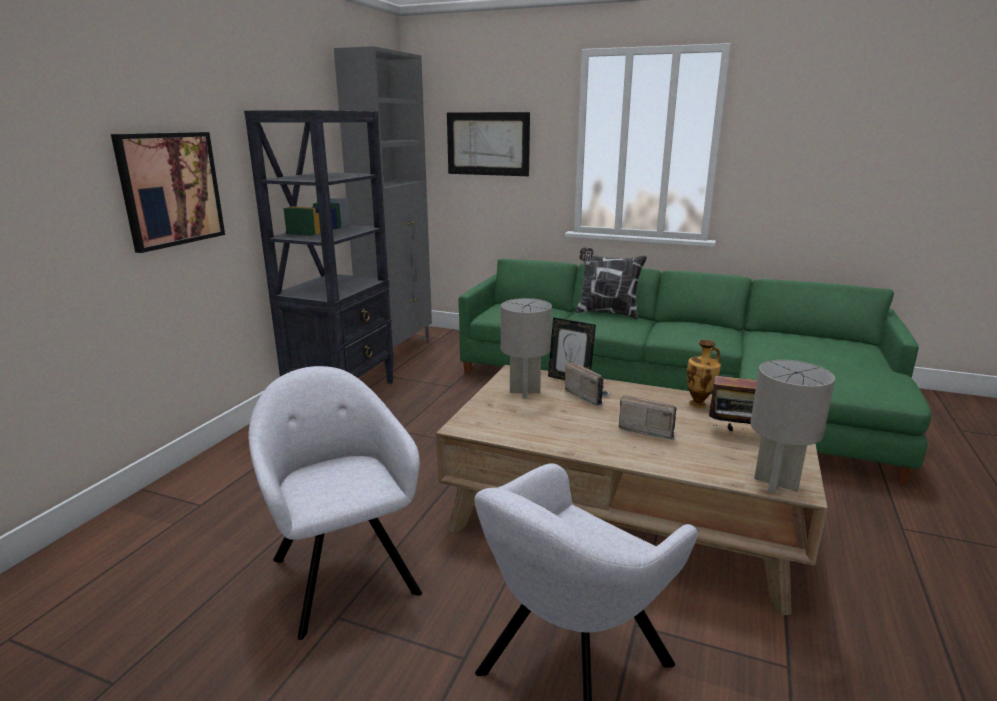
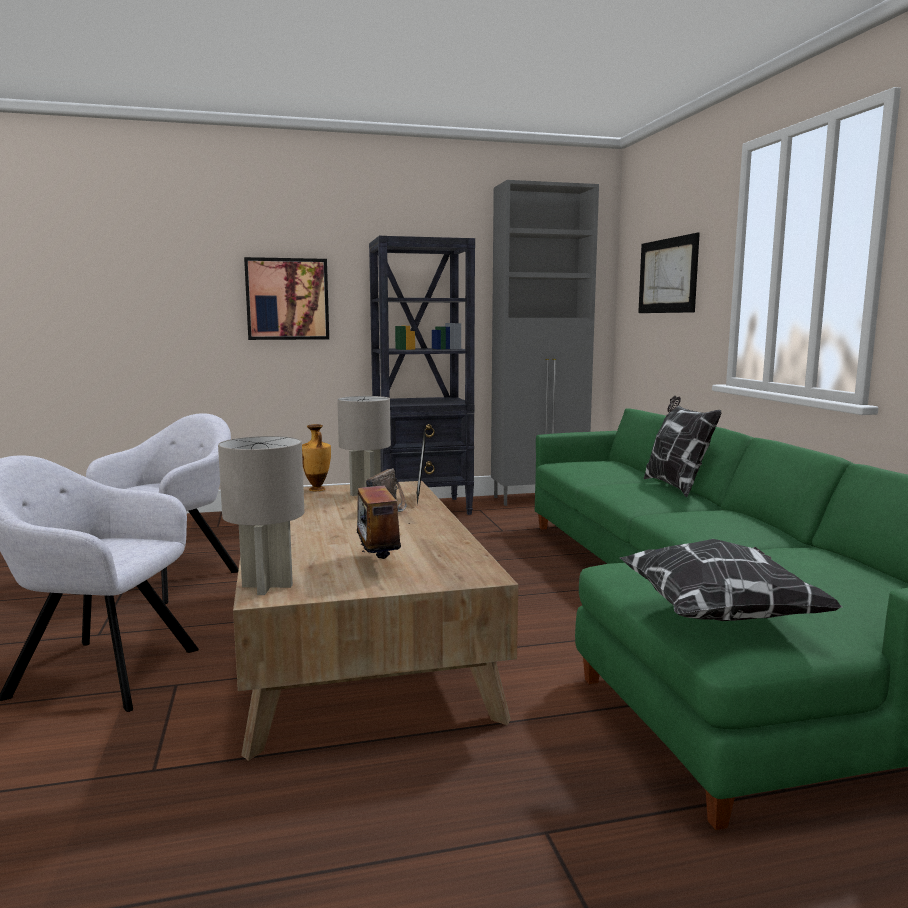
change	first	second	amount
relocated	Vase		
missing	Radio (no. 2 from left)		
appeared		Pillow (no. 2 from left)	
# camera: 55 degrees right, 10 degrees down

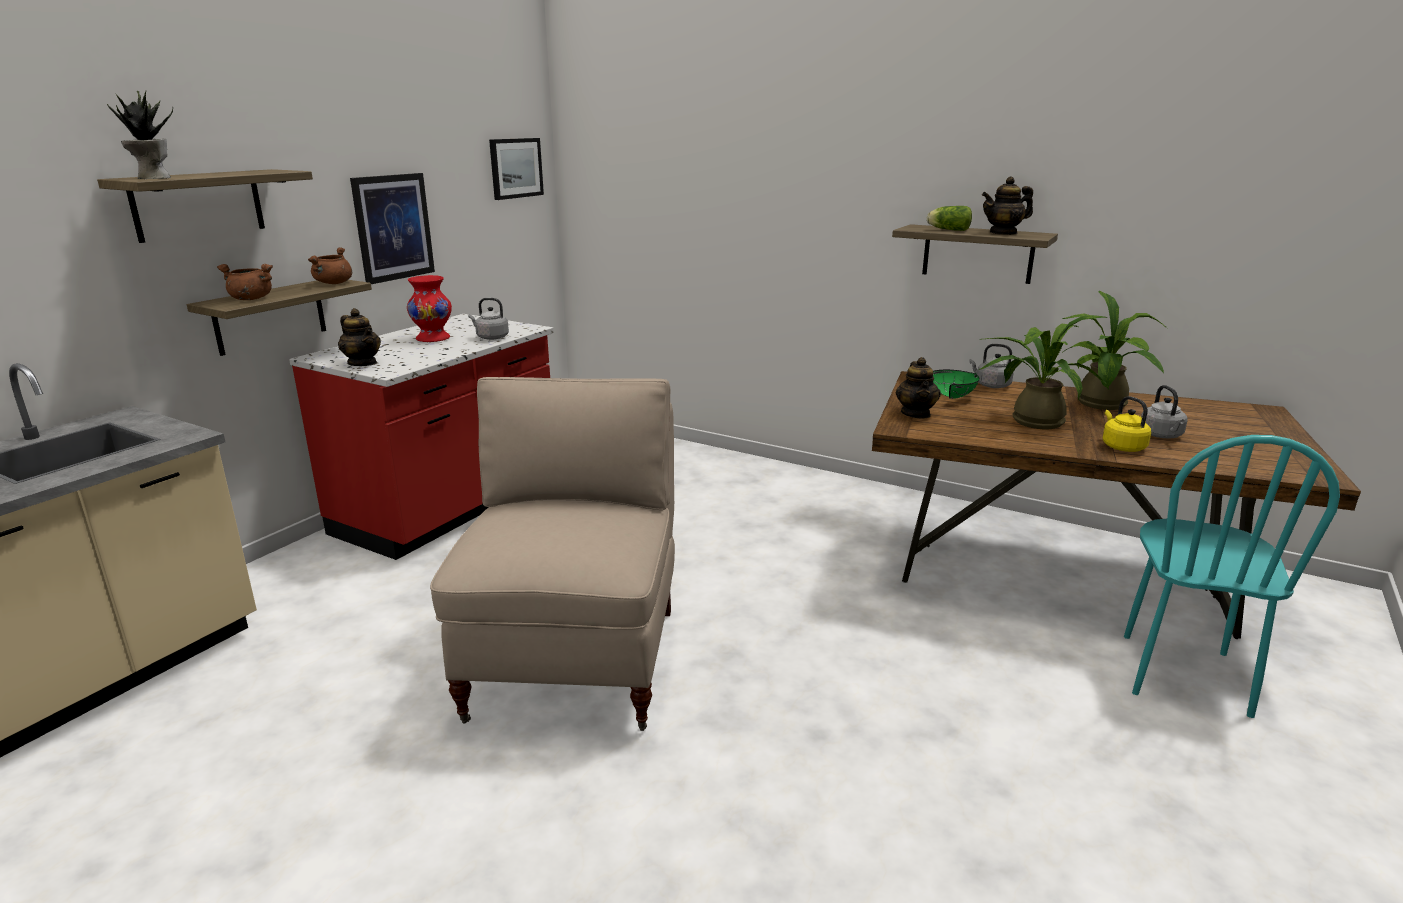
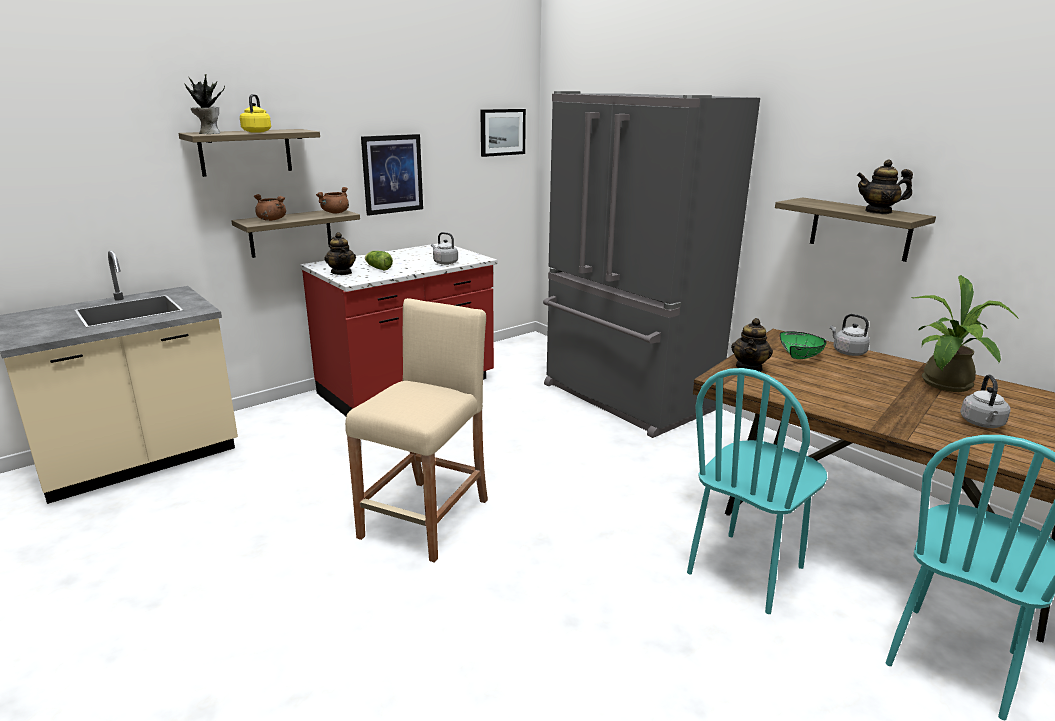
change	first	second	amount
relocated	Lettuce		
missing	RedVase		
missing	PottedPlant (no. 2 from left)		
exchanged	BeigeChair	BeigeStool	
relocated	YellowKettle		
appeared		GreyFridge	
appeared		TurquoiseChair (no. 1 from left)	
# camera: 20 degrees right, 0 degrees up

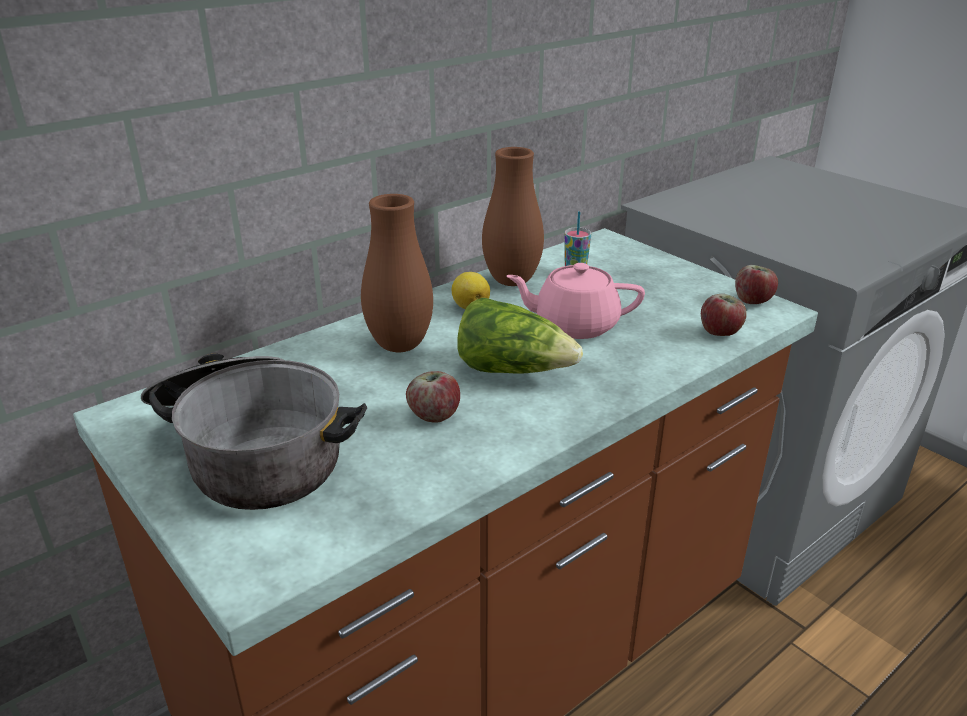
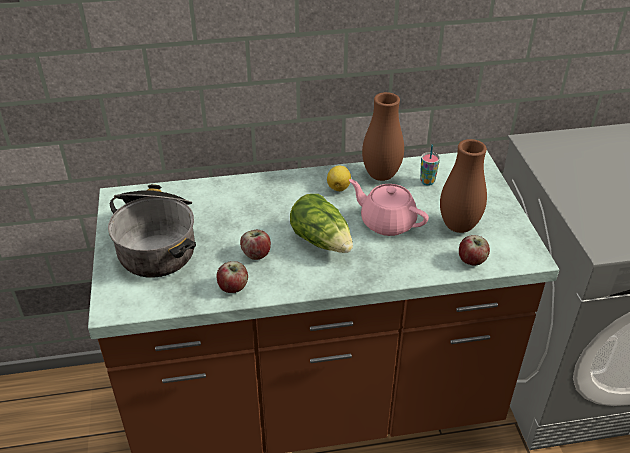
change	first	second	amount
relocated	BrownVase (no. 1 from left in the first image)	BrownVase (no. 2 from left)	
relocated	Apple (no. 3 from left in the first image)	Apple (no. 1 from left)	
# camera: 30 degrees right, 10 degrees up

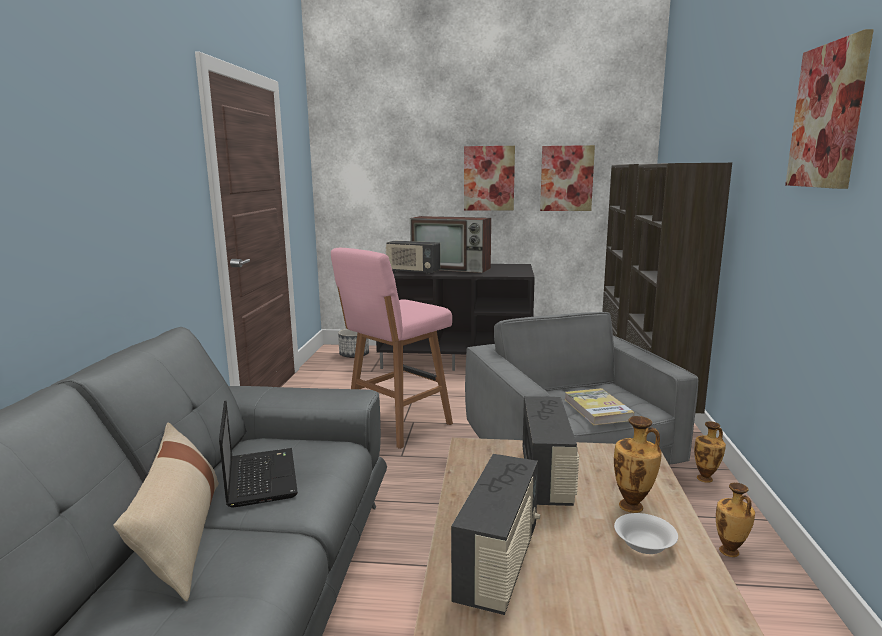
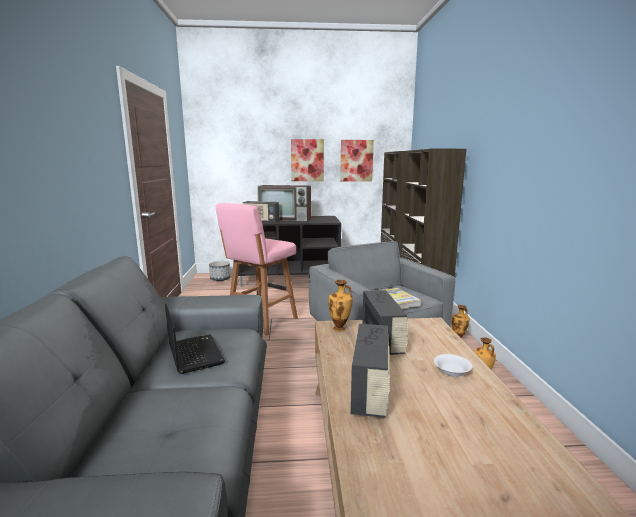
change	first	second	amount
missing	Picture (no. 3 from left)		
relocated	Vase (no. 1 from left)		
missing	BeigePillow		
# camera: 10 degrees left, 0 degrees up

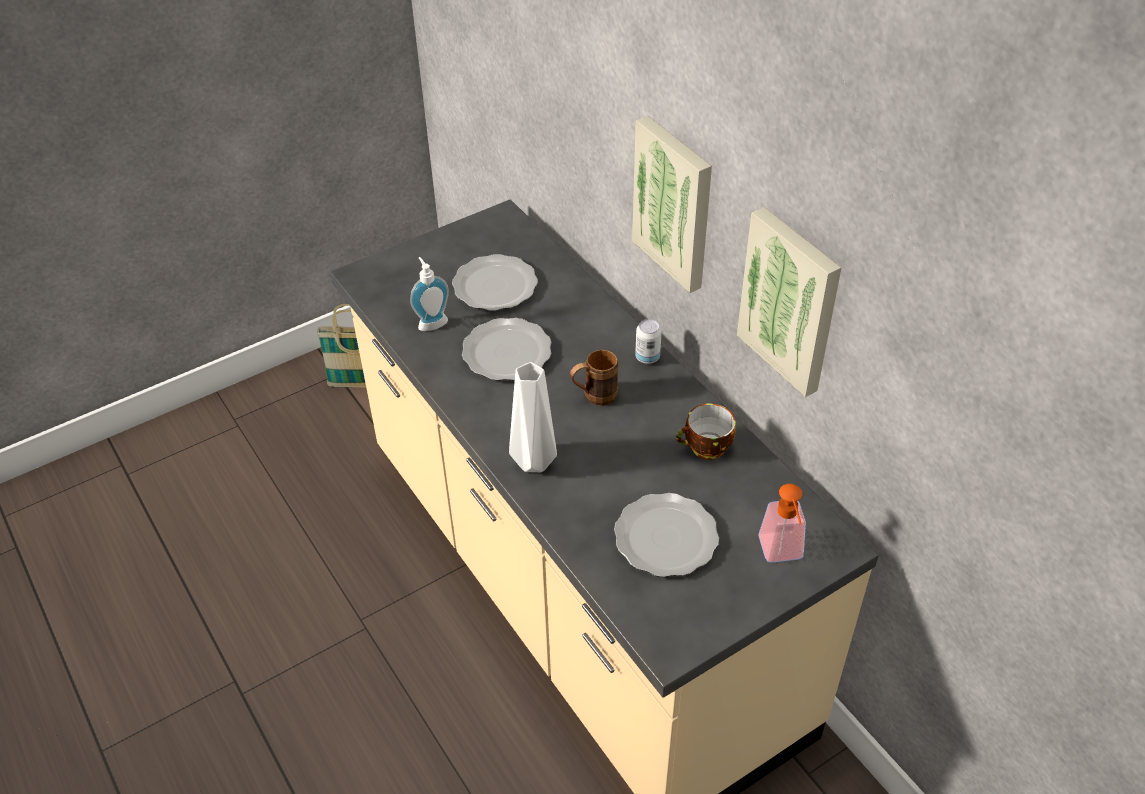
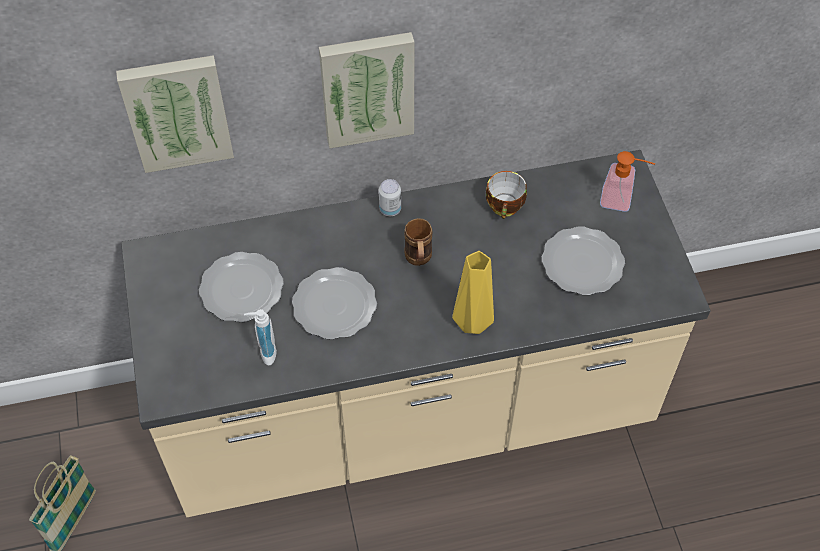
change	first	second	amount
relocated	Picture (no. 2 from left in the first image)	Picture (no. 1 from left)	
colour	WhiteVase	YellowVase	
# camera: 70 degrees left, 10 degrees up

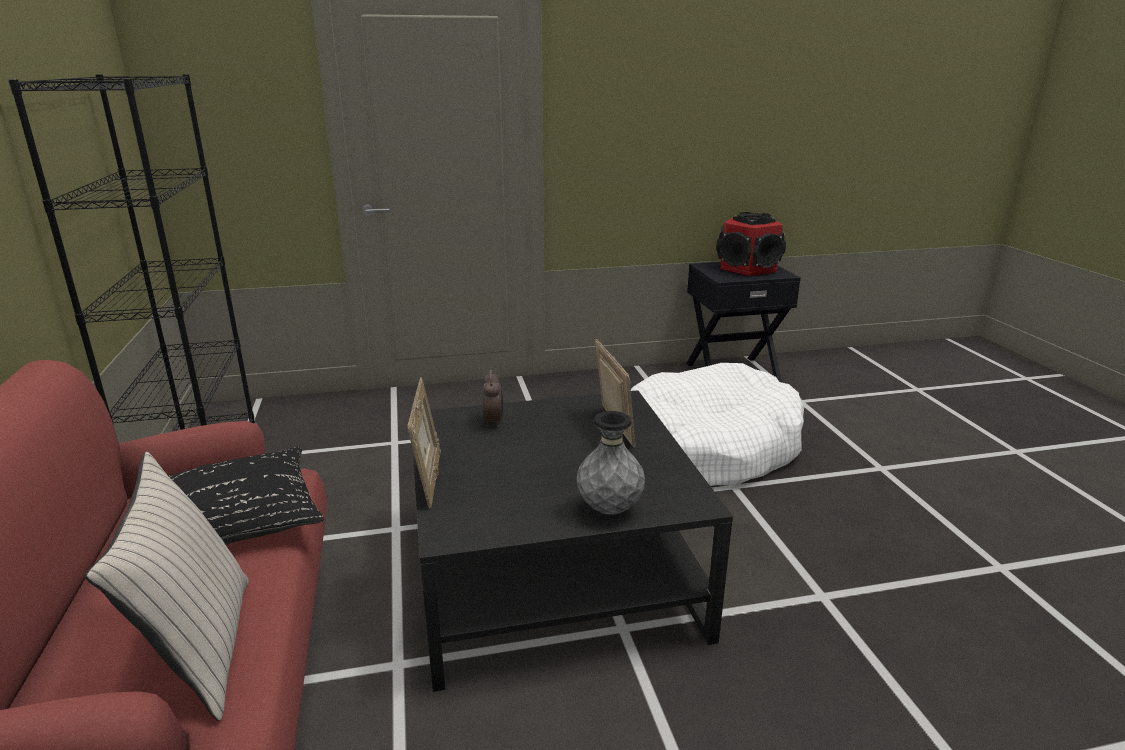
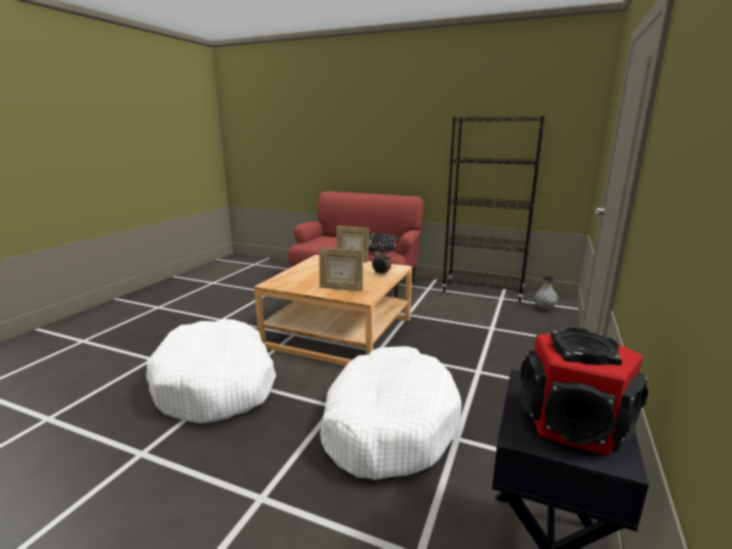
change	first	second	amount
colour	BlackCoffeeTable	BeigeCoffeeTable	
relocated	GreyVase		
missing	BeigePillow		
appeared		WhiteDogBed (no. 1 from left)	
# camera: 125 degrees right, 5 degrees down

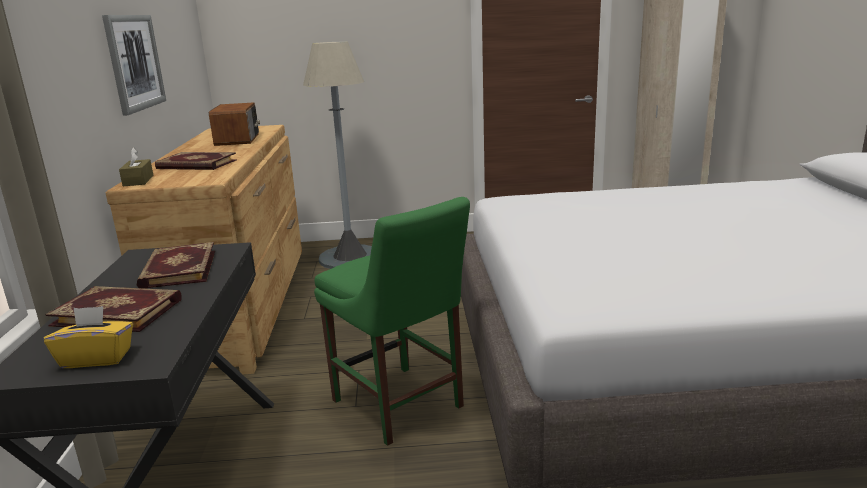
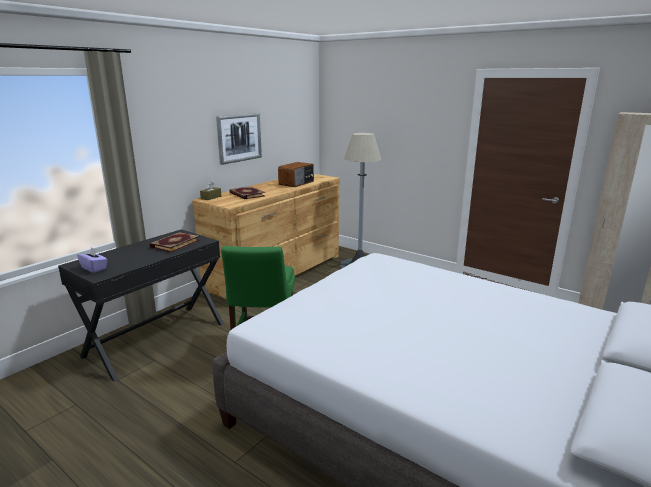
change	first	second	amount
missing	Book (no. 1 from left)		
colour	YellowTissueBox	PurpleTissueBox	
# camera: 40 degrees right, 0 degrees up

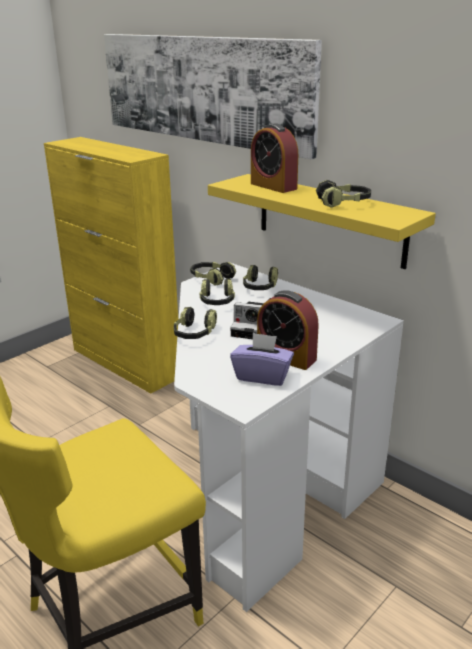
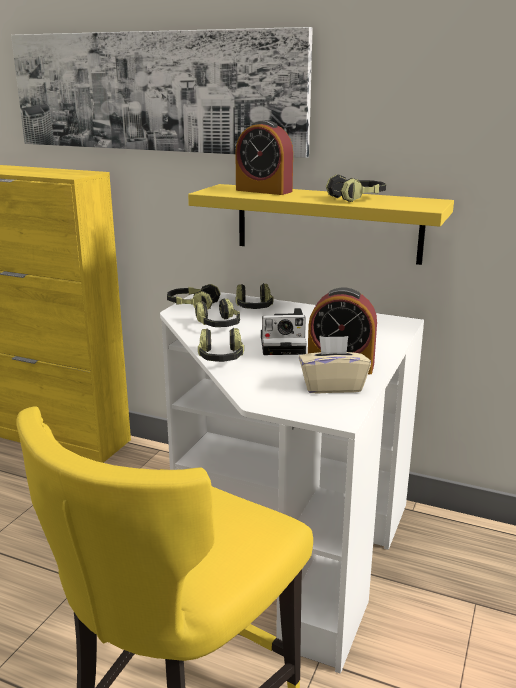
change	first	second	amount
colour	PurpleTissueBox	BeigeTissueBox	
# camera: 20 degrees left, 5 degrees down

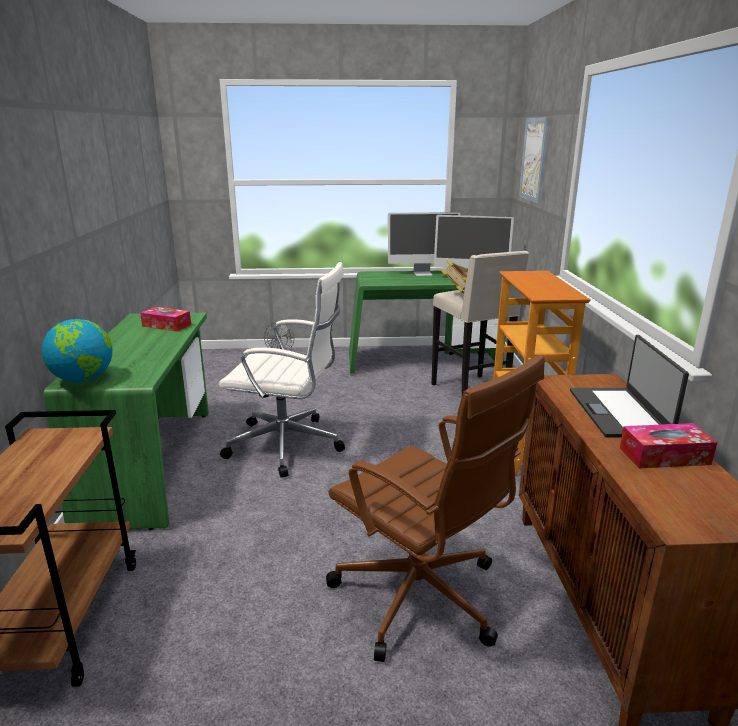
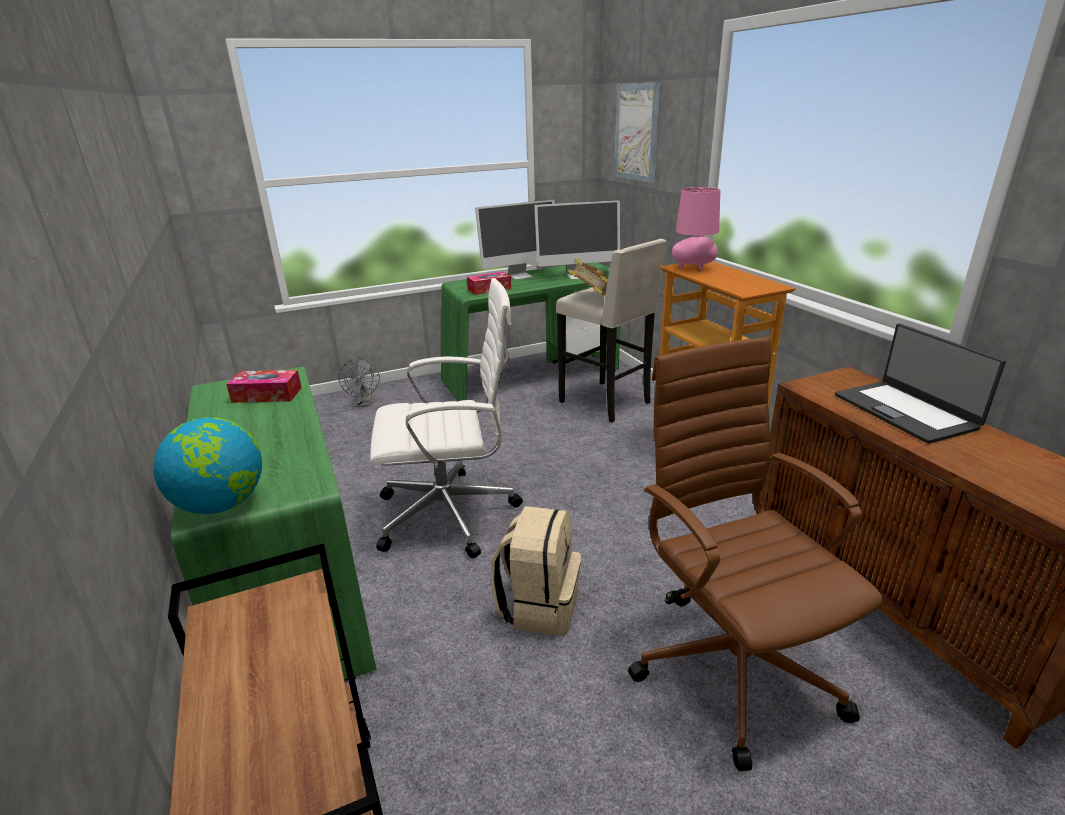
change	first	second	amount
spun	BrownOfficeChair		135 degrees counterclockwise
relocated	TissueBox (no. 2 from left)		
appeared		PinkTableLamp	
appeared		BeigeBackpack	
# camera: 20 degrees left, 5 degrees up

